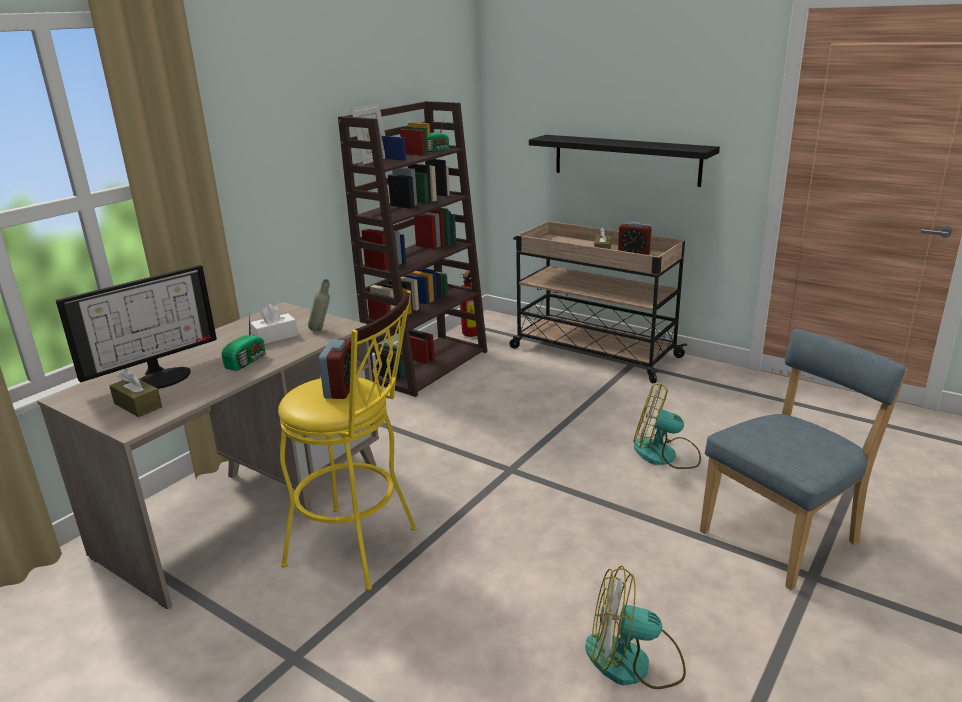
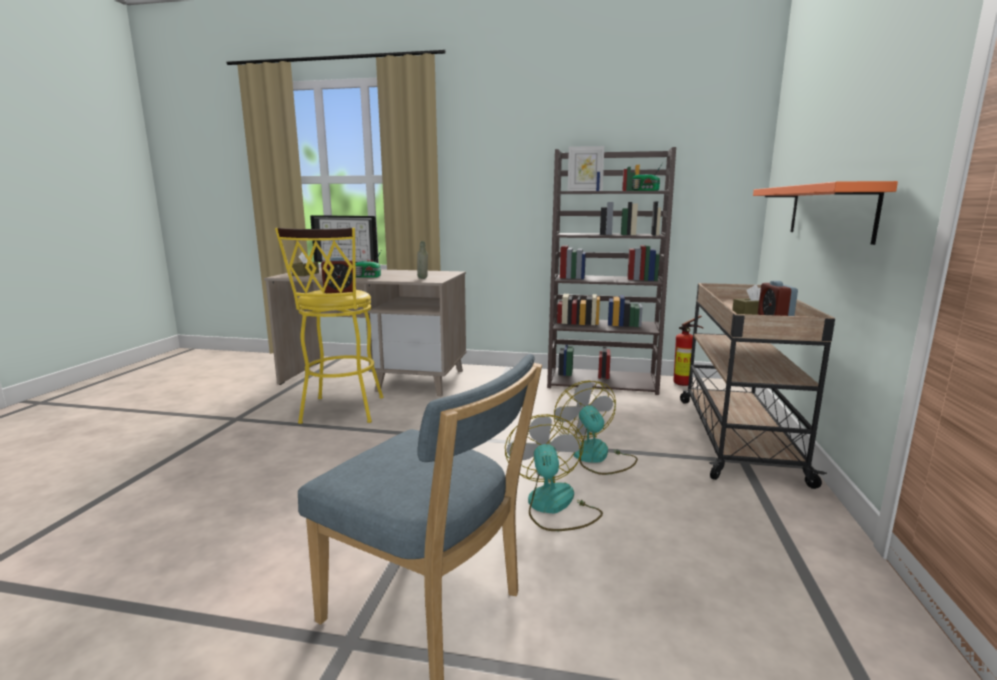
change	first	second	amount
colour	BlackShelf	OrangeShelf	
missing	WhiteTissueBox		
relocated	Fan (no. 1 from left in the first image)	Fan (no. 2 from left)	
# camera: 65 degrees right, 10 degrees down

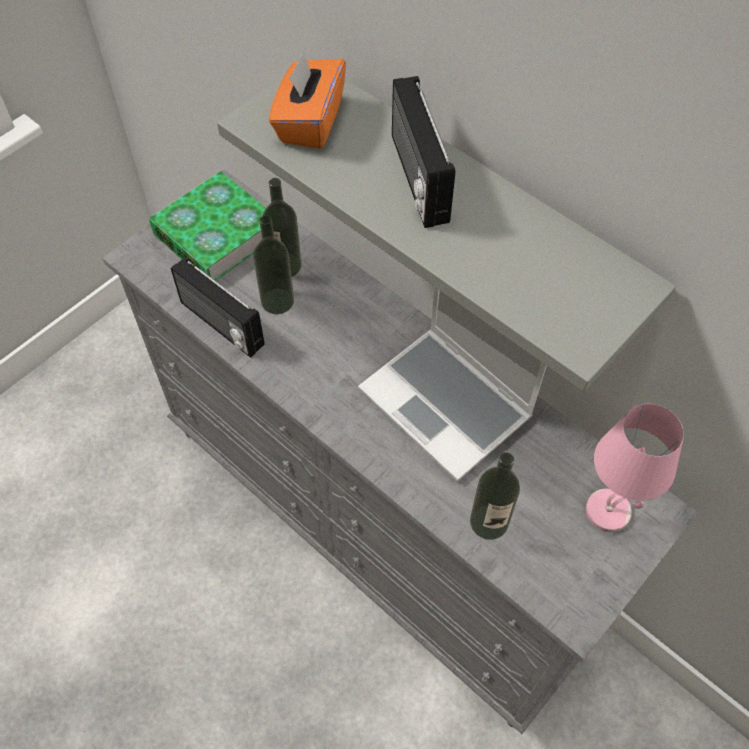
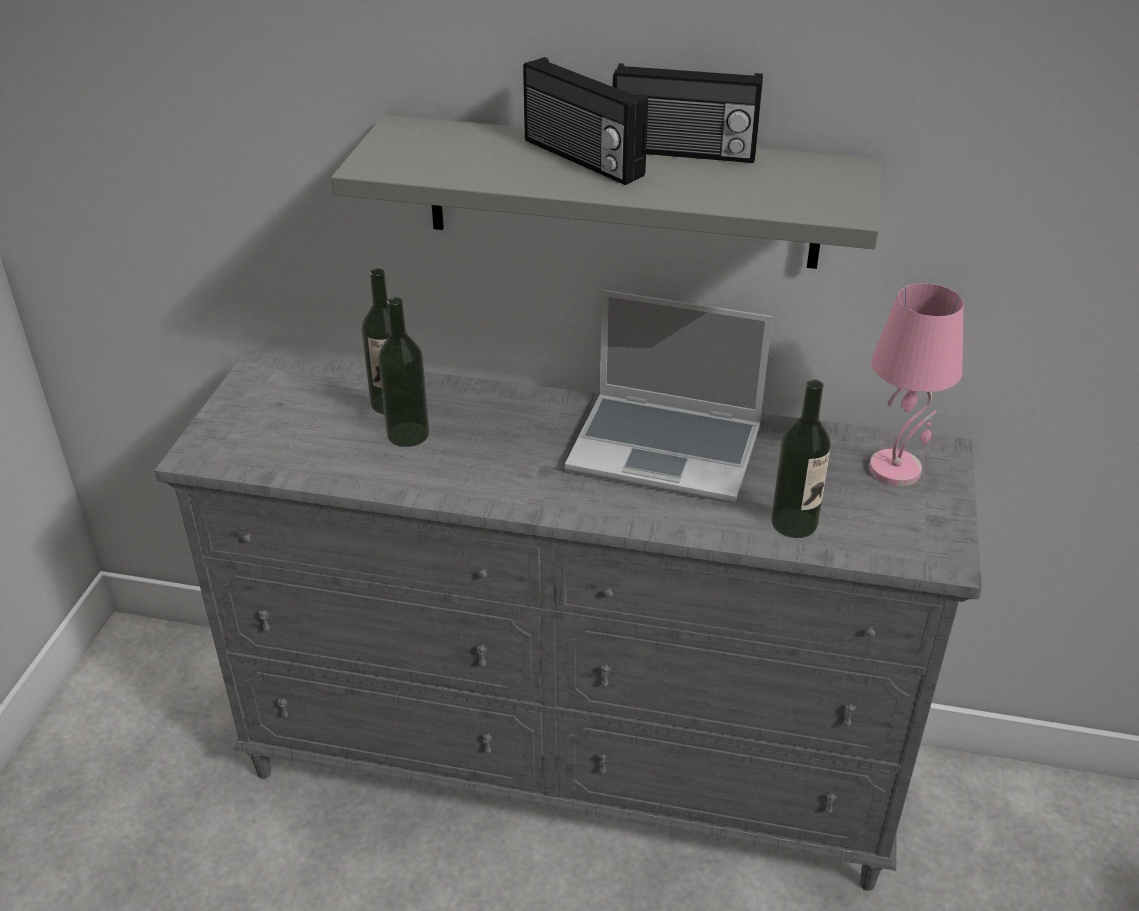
change	first	second	amount
missing	OrangeTissueBox		
missing	Book		
relocated	Radio (no. 1 from left in the first image)	Radio (no. 2 from left)	
# camera: 30 degrees left, 20 degrees down

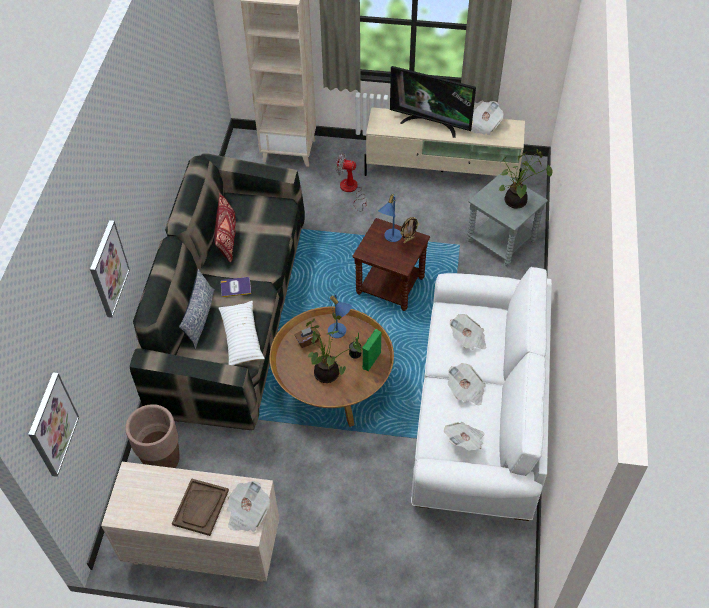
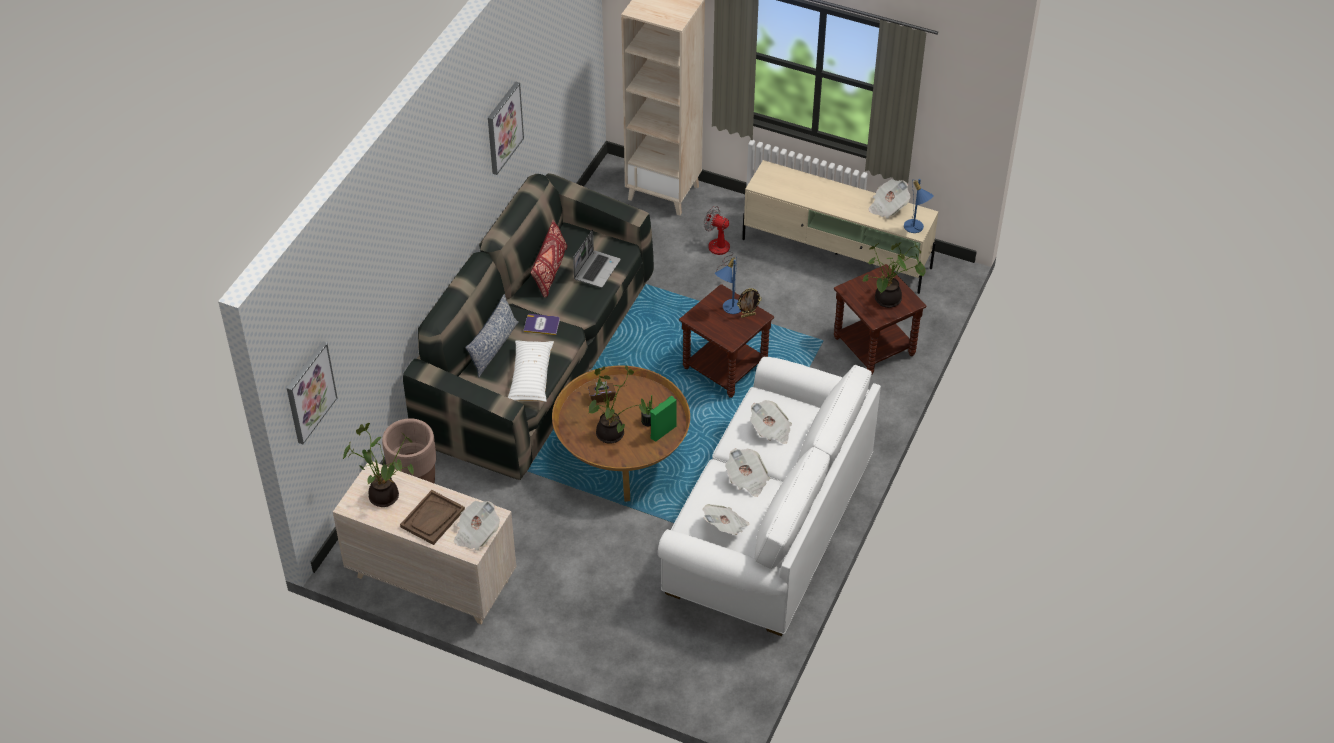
change	first	second	amount
missing	Television		
colour	GreySideTable	BrownSideTable (no. 2 from left)	
relocated	Picture (no. 2 from left)		
relocated	BlueTableLamp (no. 1 from left in the first image)	BlueTableLamp (no. 2 from left)	
appeared		Laptop	
appeared		PottedPlant (no. 1 from left)	
# camera: 15 degrees right, 5 degrees down

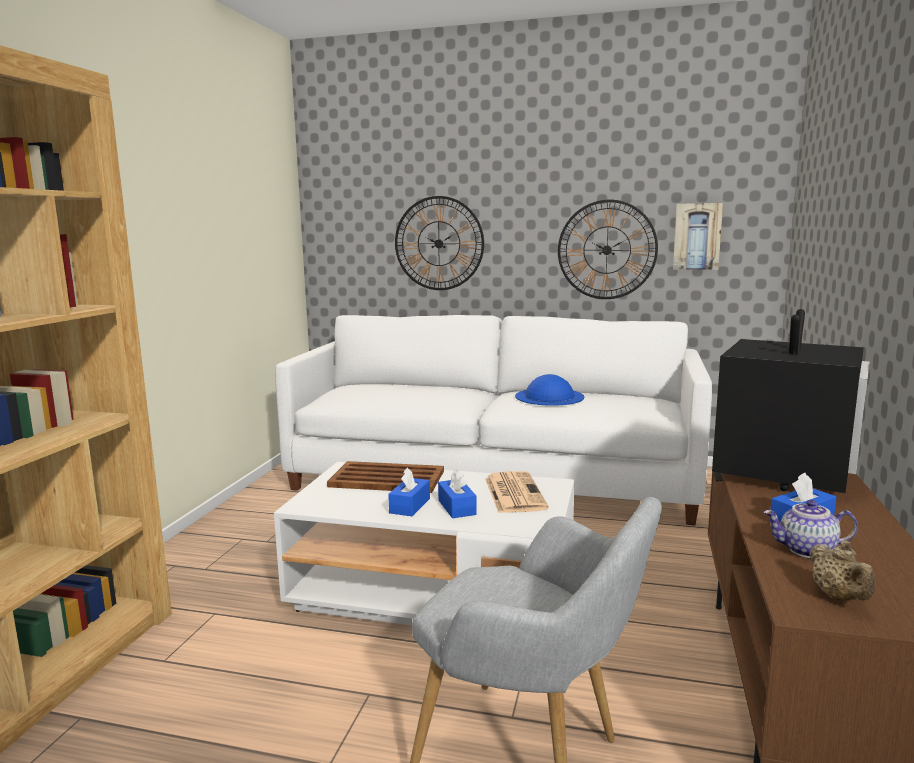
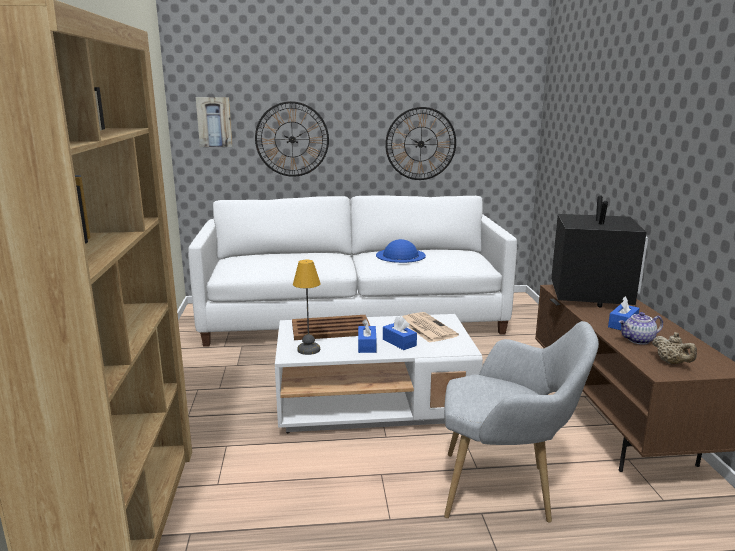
change	first	second	amount
relocated	Picture		
appeared		TableLamp	
# camera: 20 degrees left, 5 degrees up

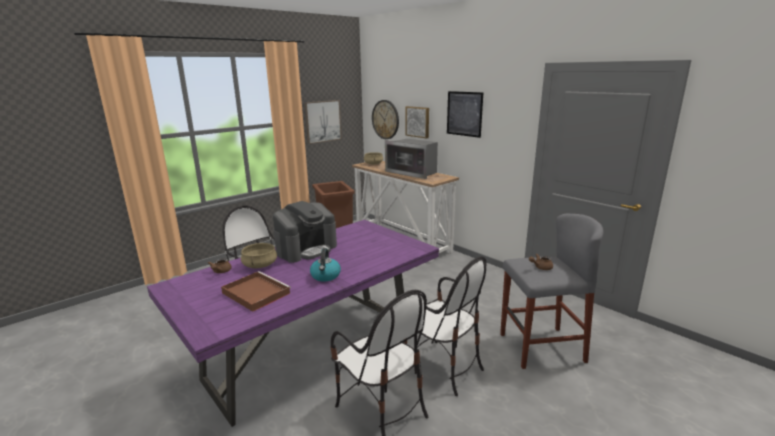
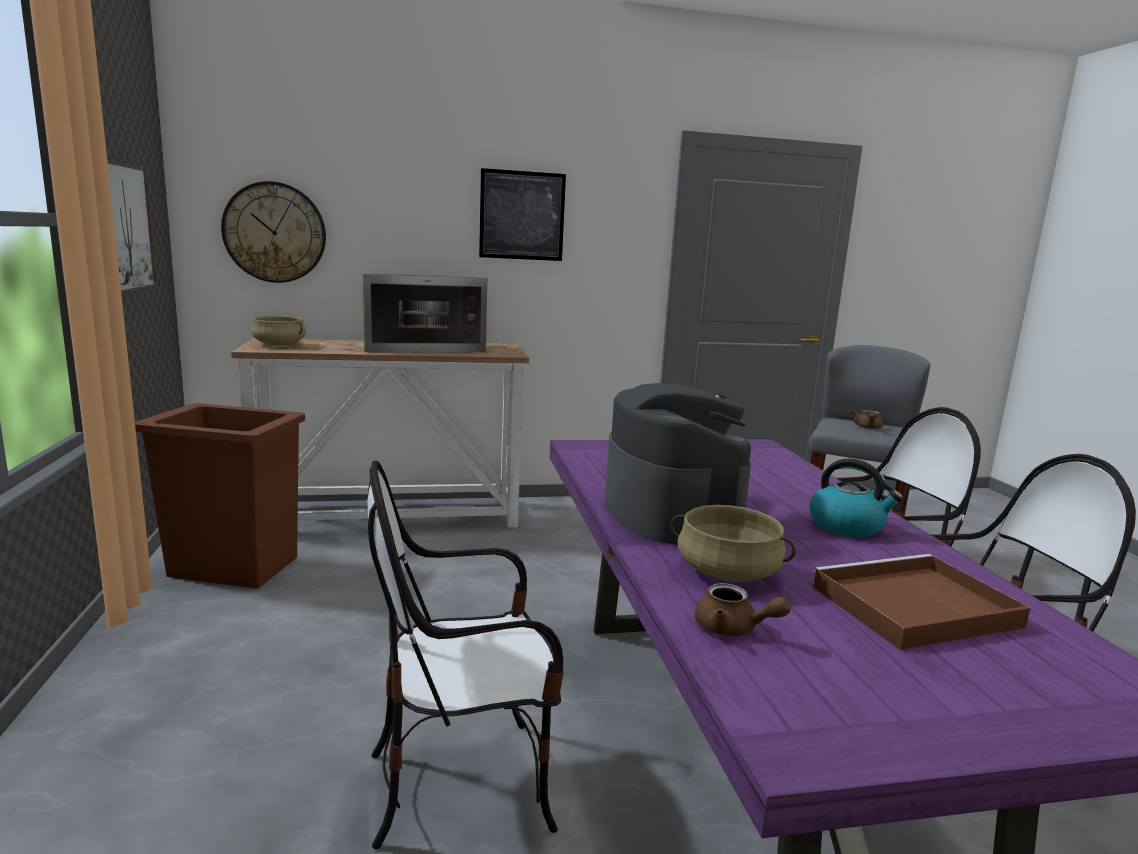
change	first	second	amount
missing	Picture (no. 2 from left)		
# camera: 60 degrees left, 5 degrees down

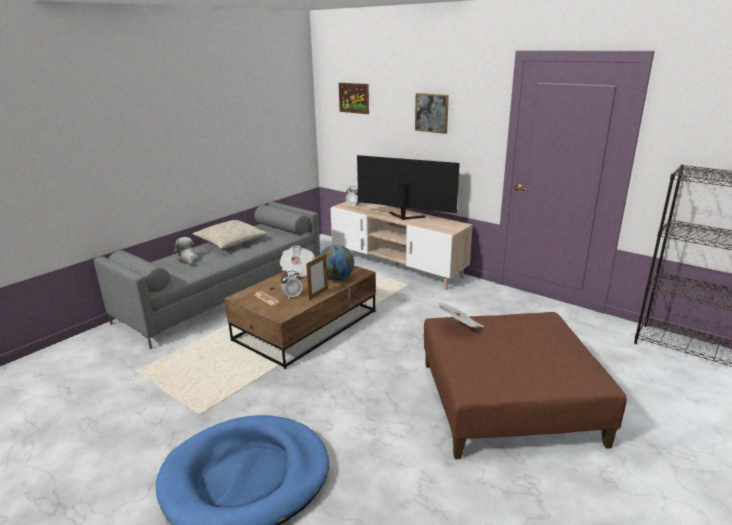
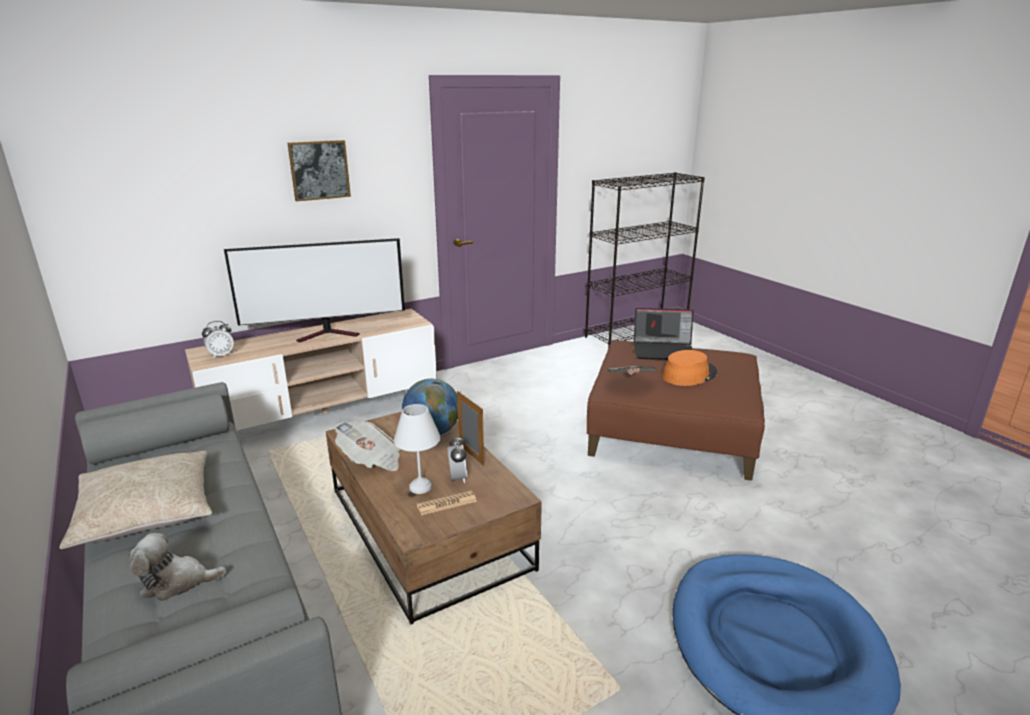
change	first	second	amount
missing	Picture (no. 1 from left)		
spun	Television		150 degrees counterclockwise
appeared		Laptop	
appeared		OrangeHat	
appeared		WhiteTableLamp	
# camera: 70 degrees left, 0 degrees up

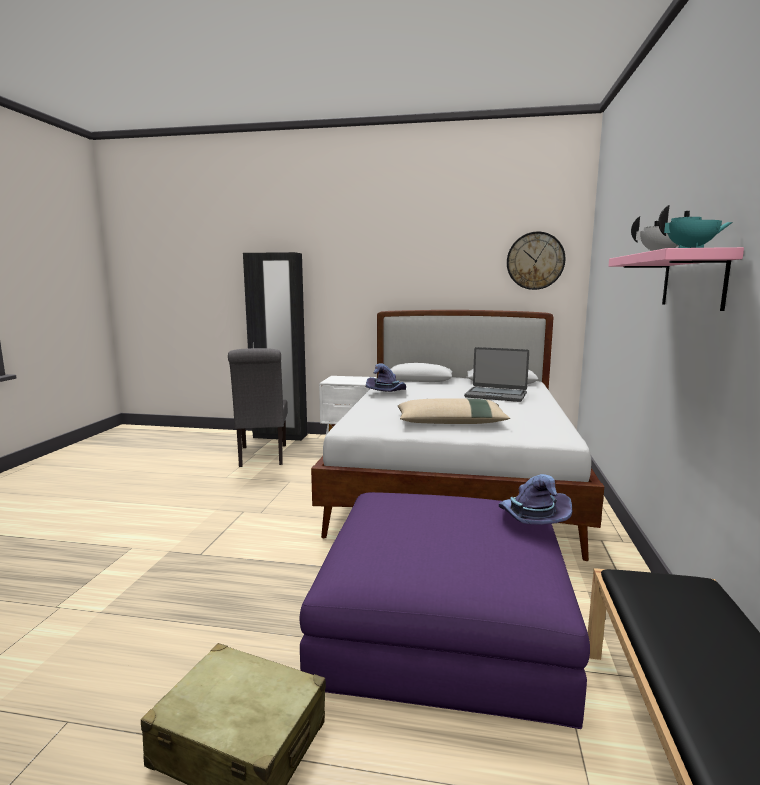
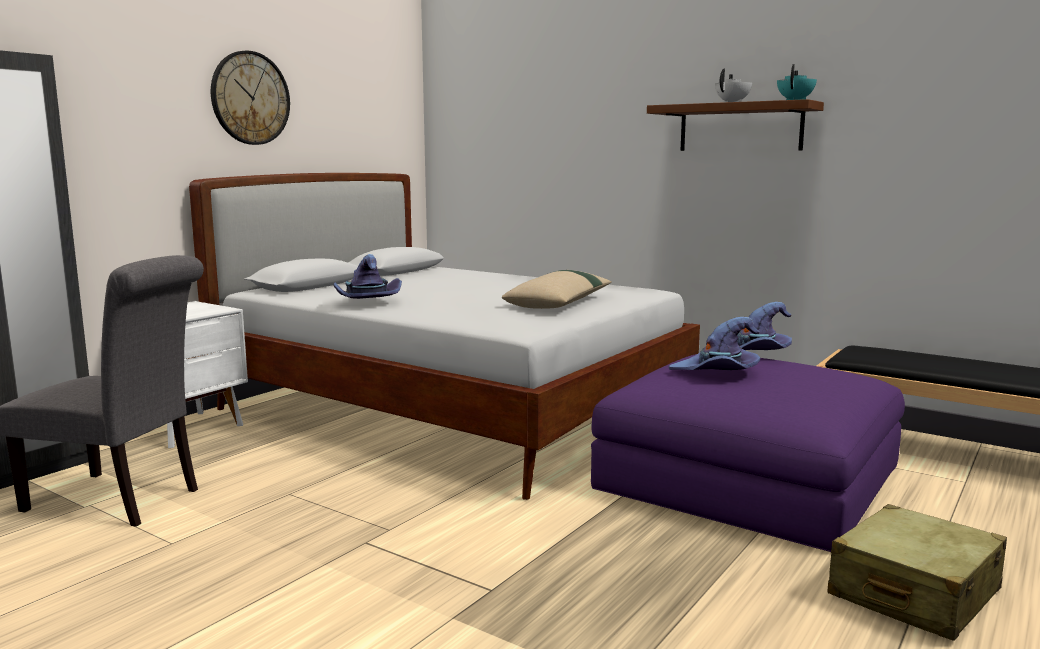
change	first	second	amount
relocated	WallClock		
colour	PinkShelf	BrownShelf	
missing	Laptop		
appeared		PurpleHat (no. 2 from left)	
# camera: 65 degrees left, 0 degrees up

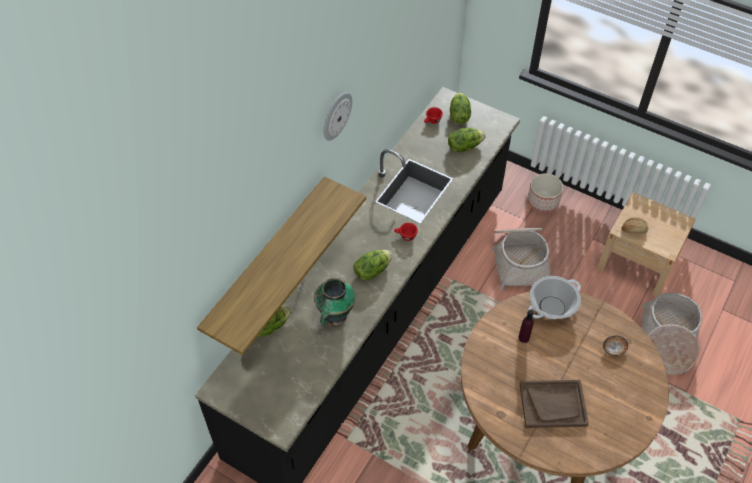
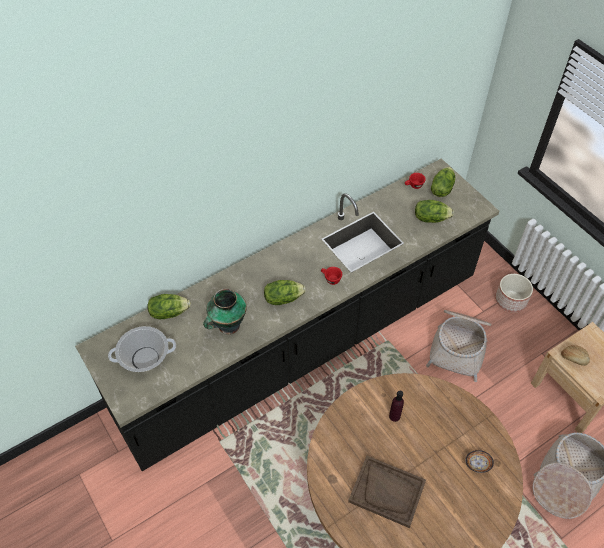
change	first	second	amount
missing	WallClock		
missing	Shelf		
relocated	CookingPot		
# camera: 25 degrees right, 0 degrees up

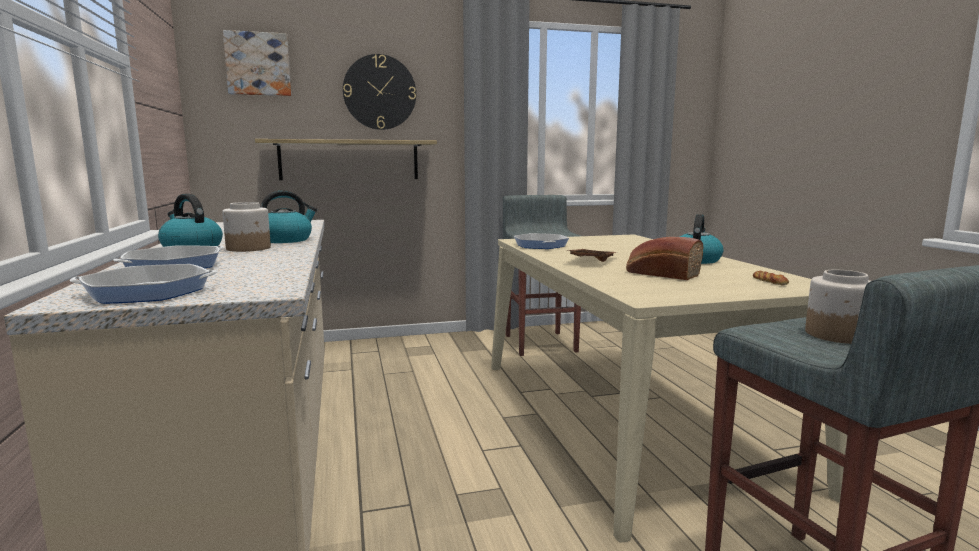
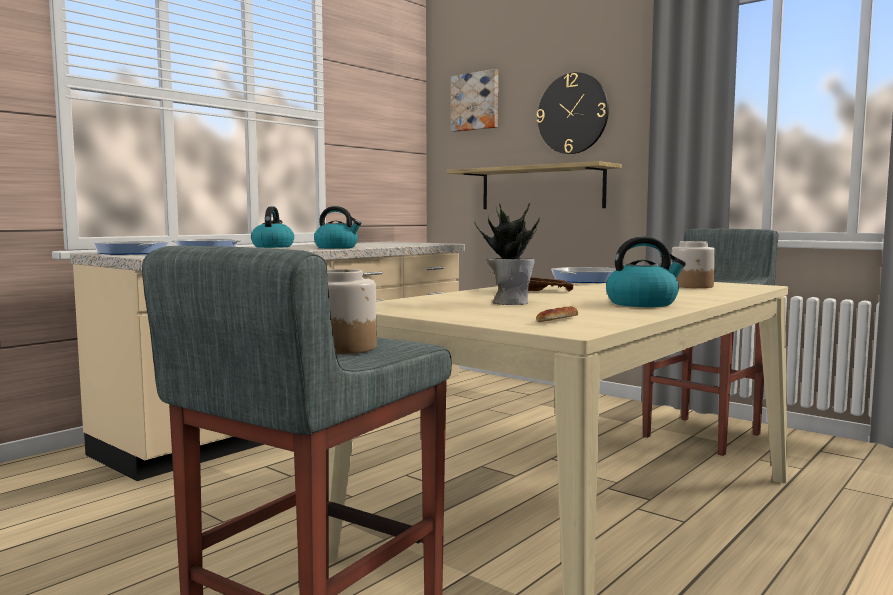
change	first	second	amount
relocated	Jar (no. 1 from left in the first image)	Jar (no. 2 from left)	
exchanged	Bread (no. 1 from left)	PottedPlant	
# camera: 55 degrees right, 5 degrees down

